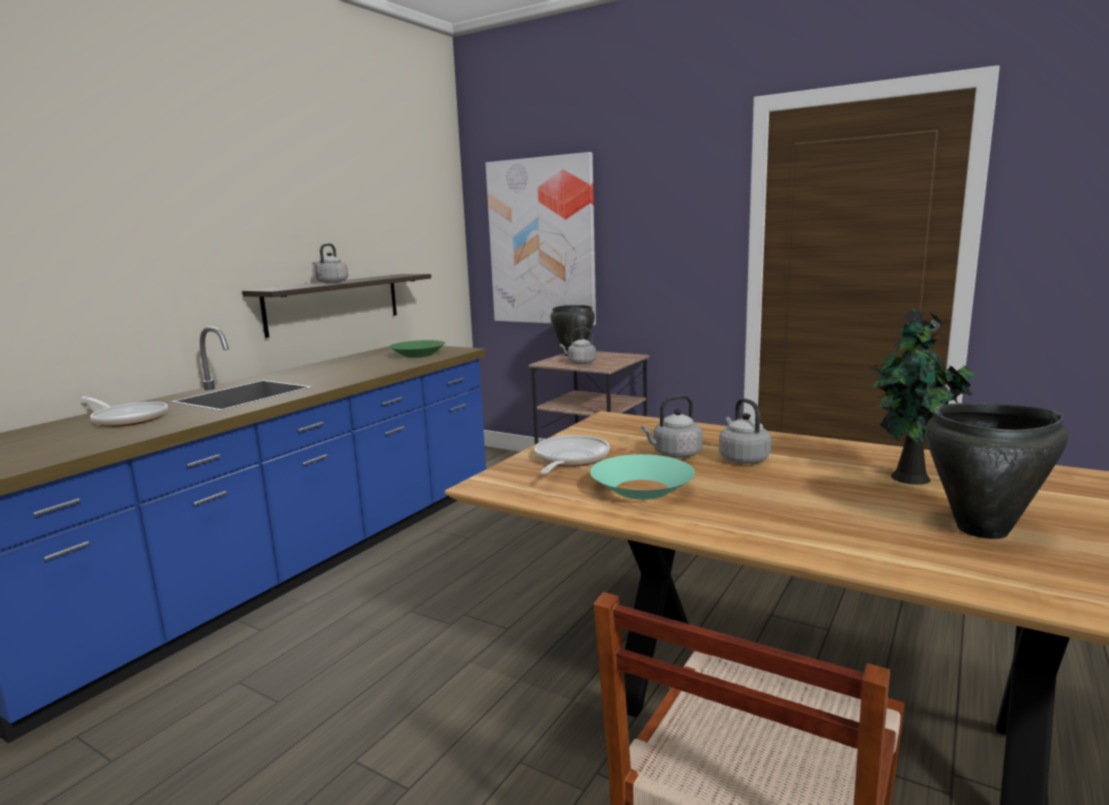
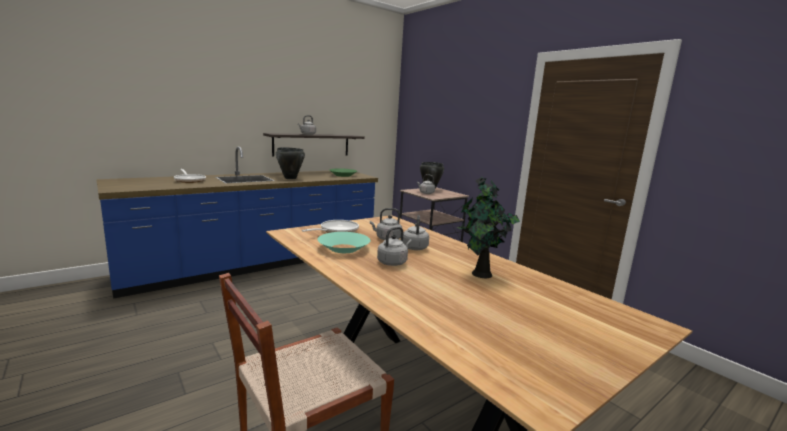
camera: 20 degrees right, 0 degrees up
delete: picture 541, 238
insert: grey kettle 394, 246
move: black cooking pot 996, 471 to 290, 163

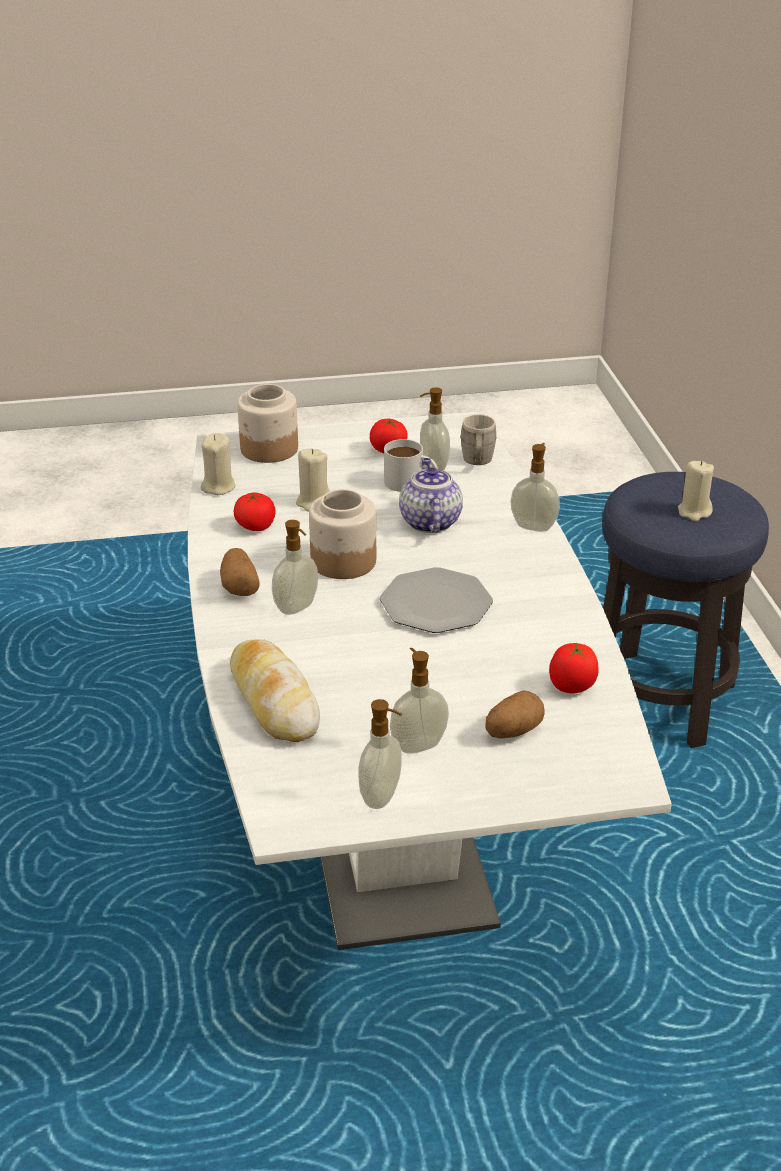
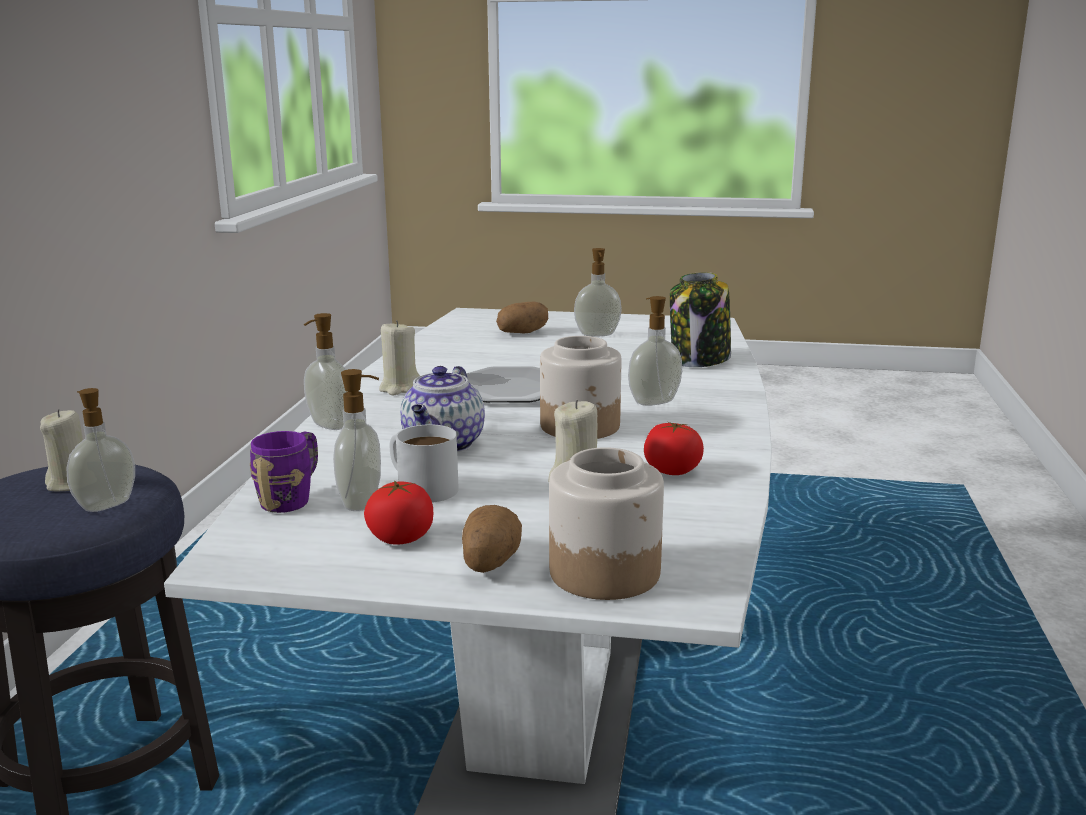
camera: 160 degrees left, 15 degrees down
delete: tomato 574, 668
move: beige candle 218, 464 to 399, 357; potato 240, 572 to 492, 539; soap dispenser 380, 754 to 100, 450
replace: bread 275, 690 to jar 700, 319
recolor: grey mug 478, 439 to purple mug 284, 472

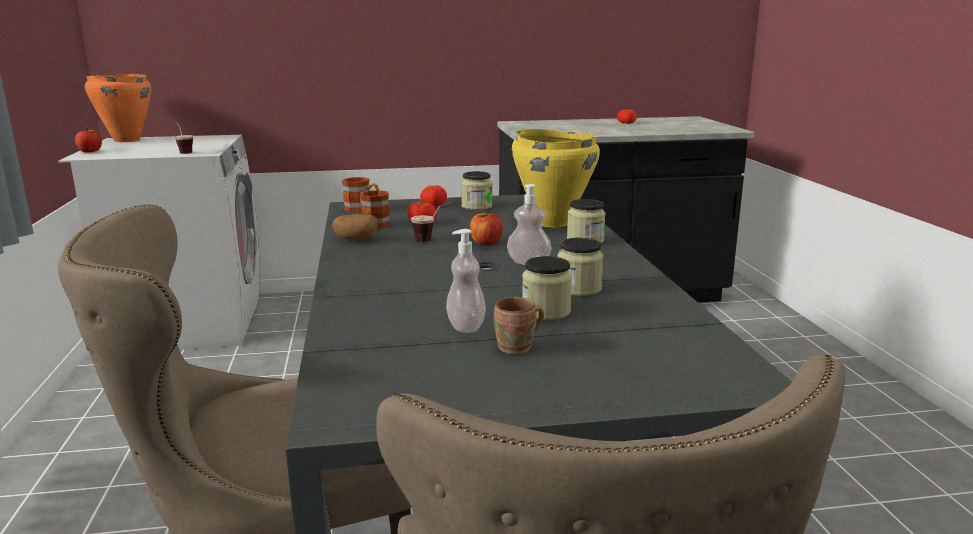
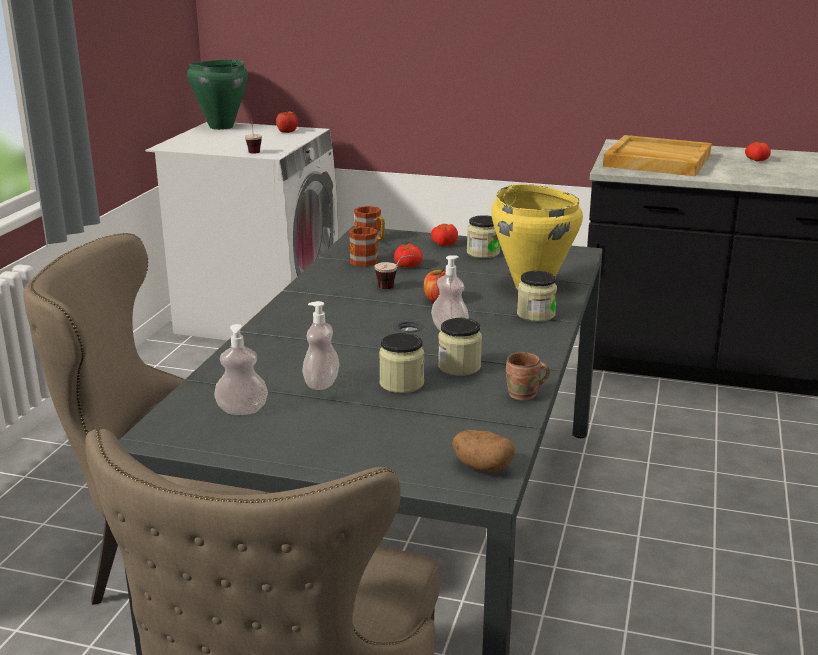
camera: 25 degrees right, 5 degrees up
insert: beige tray 657, 155; soap dispenser 241, 369
move: apple 88, 140 to 287, 121; potato 355, 227 to 484, 451; brown mug 519, 326 to 528, 376
recolor: orange cooking pot 118, 108 to green cooking pot 217, 94

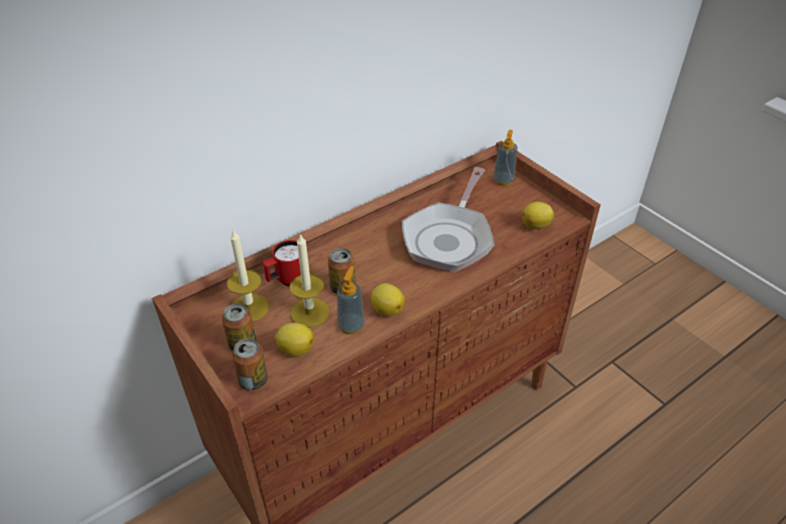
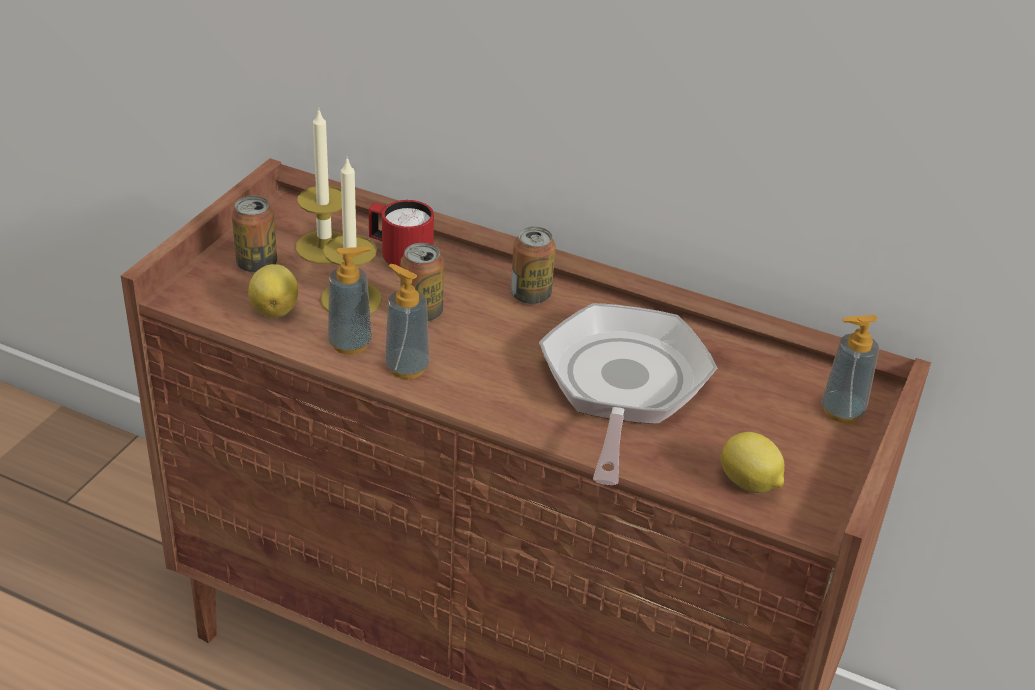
camera: 60 degrees right, 5 degrees down
move: can 250, 364 to 533, 265
replace: lemon 388, 299 to soap dispenser 407, 321
rotate: frying pan 448, 219 = 628, 394 105 degrees clockwise

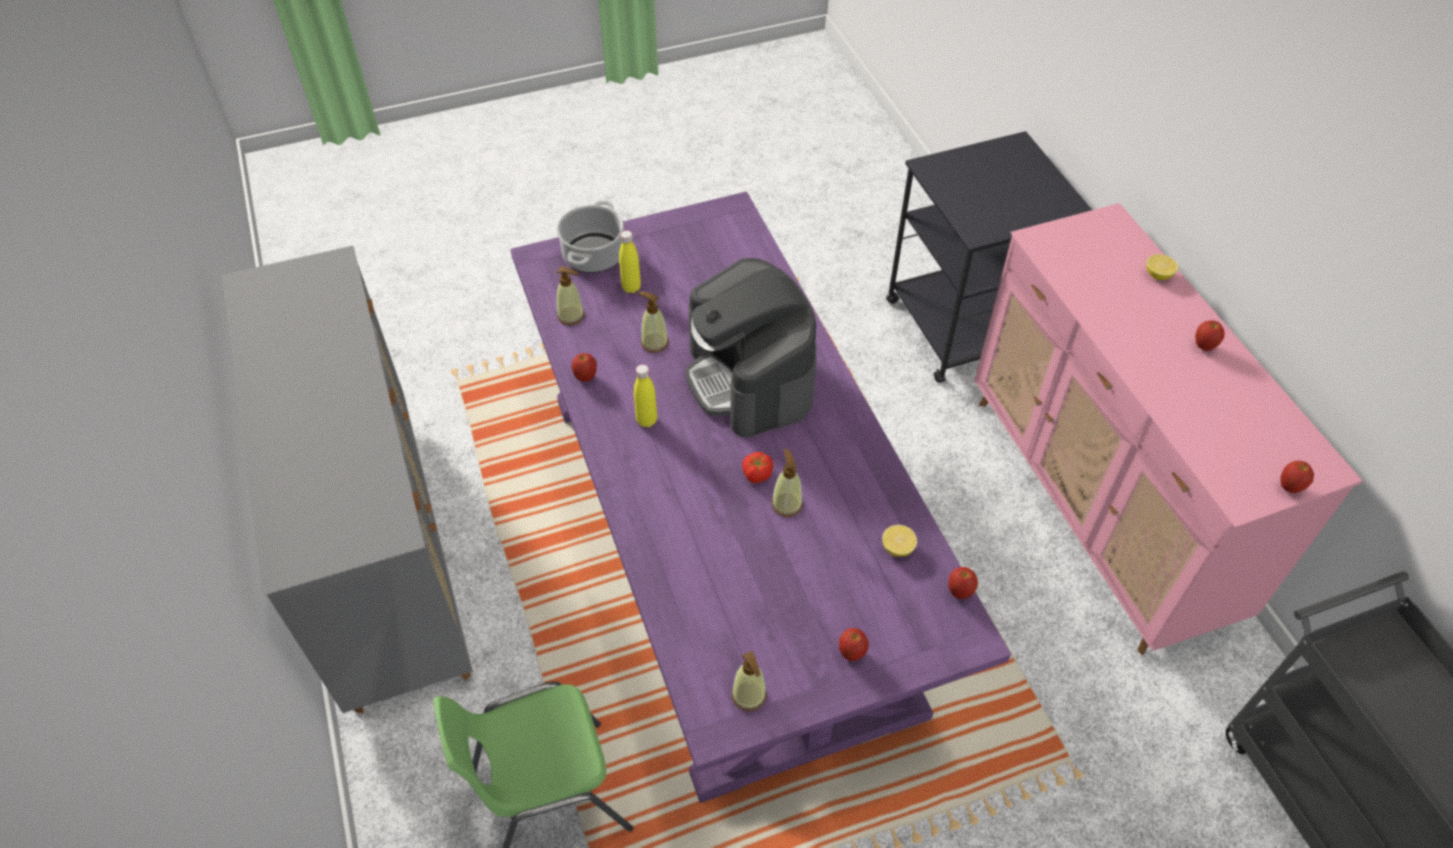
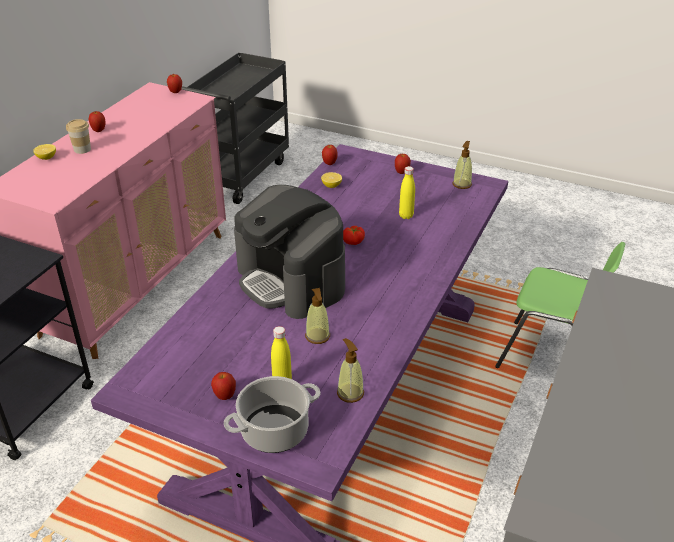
camera: 135 degrees left, 15 degrees down
delete: soap dispenser 787, 483
insert: cup 78, 136
move: apple 584, 367 to 223, 386; yellow bottle 645, 396 to 407, 192
rotate: coffee machine 750, 348 = 289, 252 120 degrees clockwise

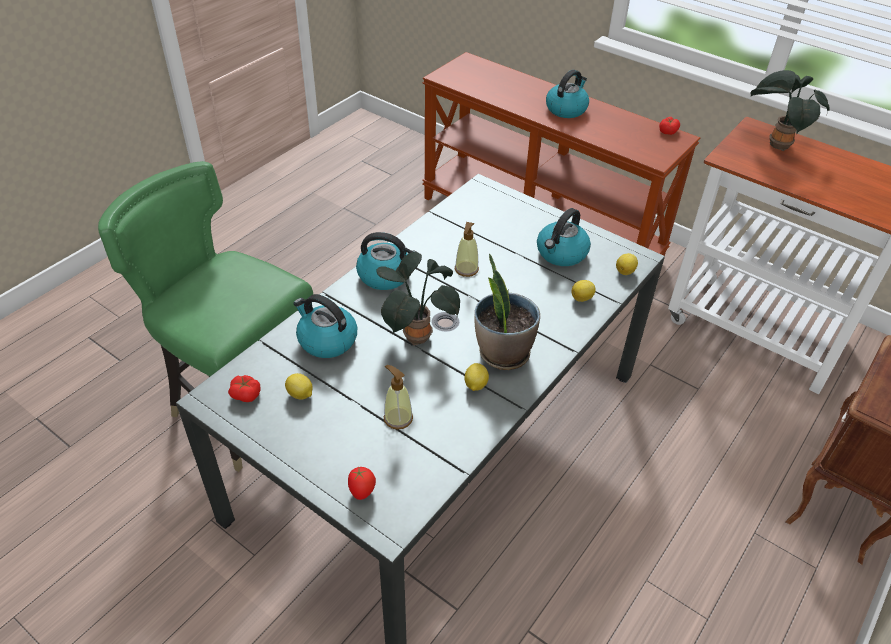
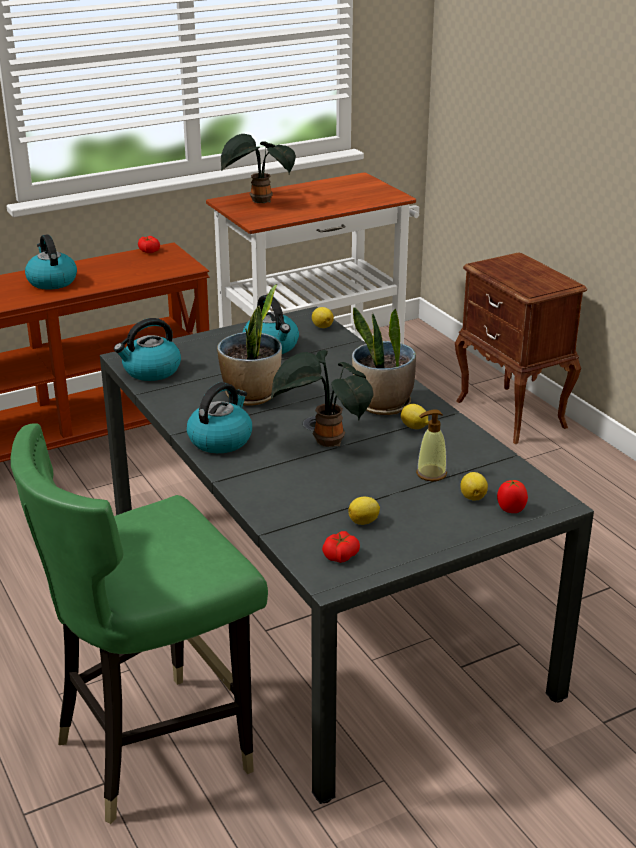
camera: 65 degrees left, 15 degrees down
move: lemon 584, 291 to 474, 486; kettle 325, 326 to 147, 349
replace: soap dispenser 467, 249 to potted plant 249, 345

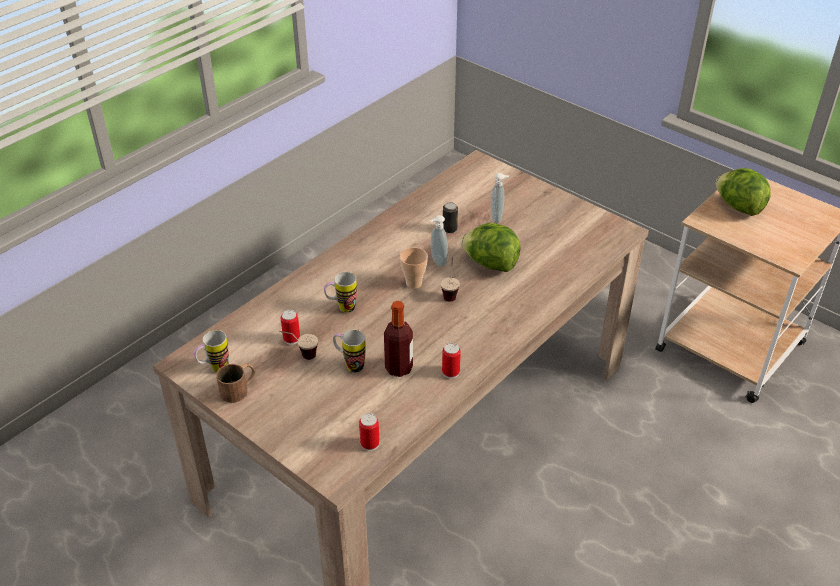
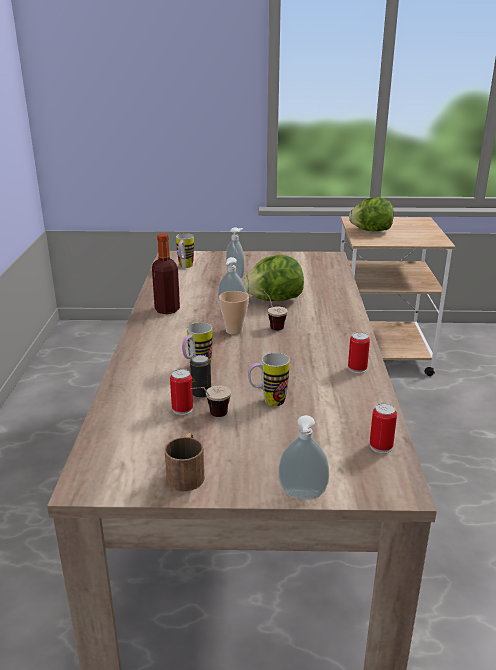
camera: 40 degrees left, 15 degrees down
insert: soap dispenser 303, 457
move: can 450, 217 to 200, 376; bottle 398, 339 to 166, 273; mug 211, 351 to 185, 250

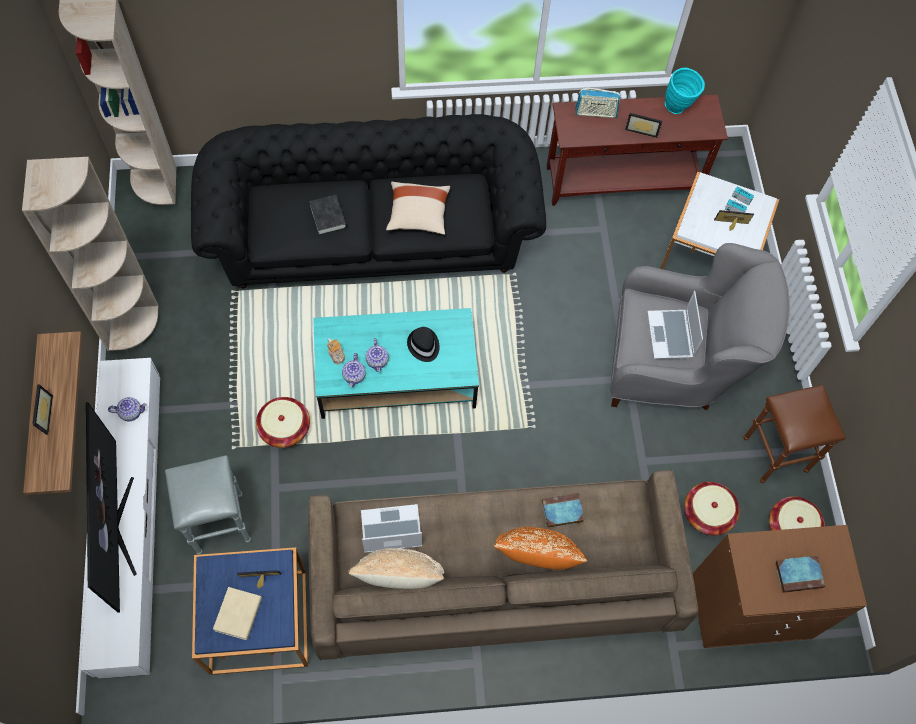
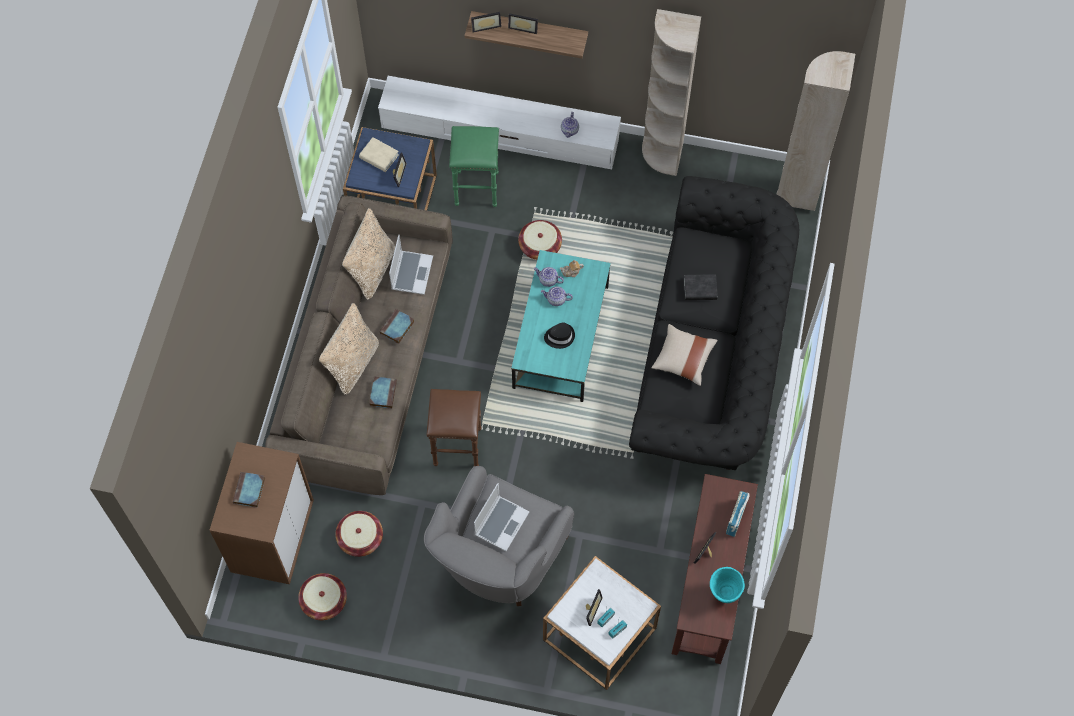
camera: 110 degrees right, 0 degrees up
delete: television 111, 507
insert: picture frame 486, 22; book 396, 326
move: brown stool 794, 434 to 454, 427
recolor: grey stool 208, 505 to green stool 474, 166; orange pillow 541, 548 to beige pillow 349, 348
rotate: laptop 675, 325 = 502, 517 105 degrees clockwise

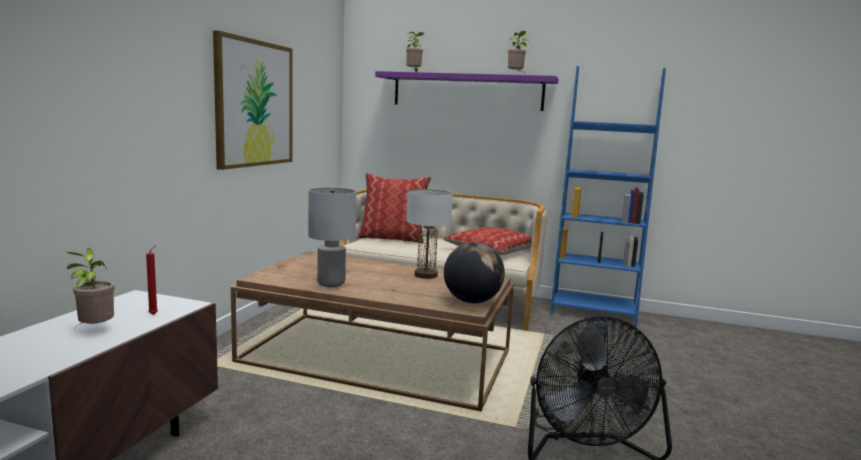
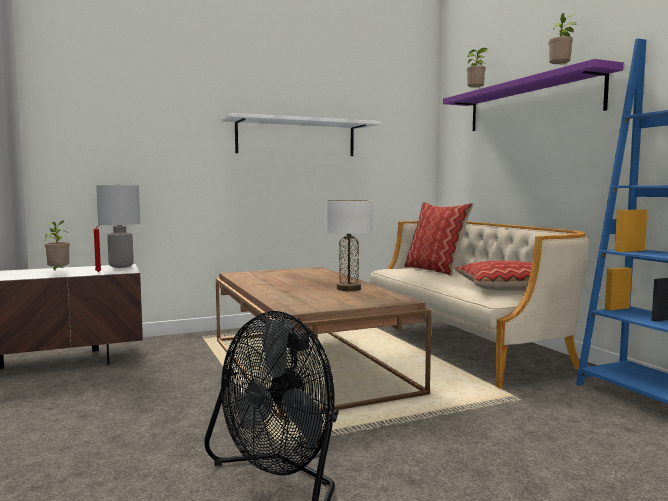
camera: 50 degrees right, 5 degrees down
delete: globe 474, 272
move: grey table lamp 332, 237 to 118, 226
replace: picture 252, 100 to white shelf 301, 134

